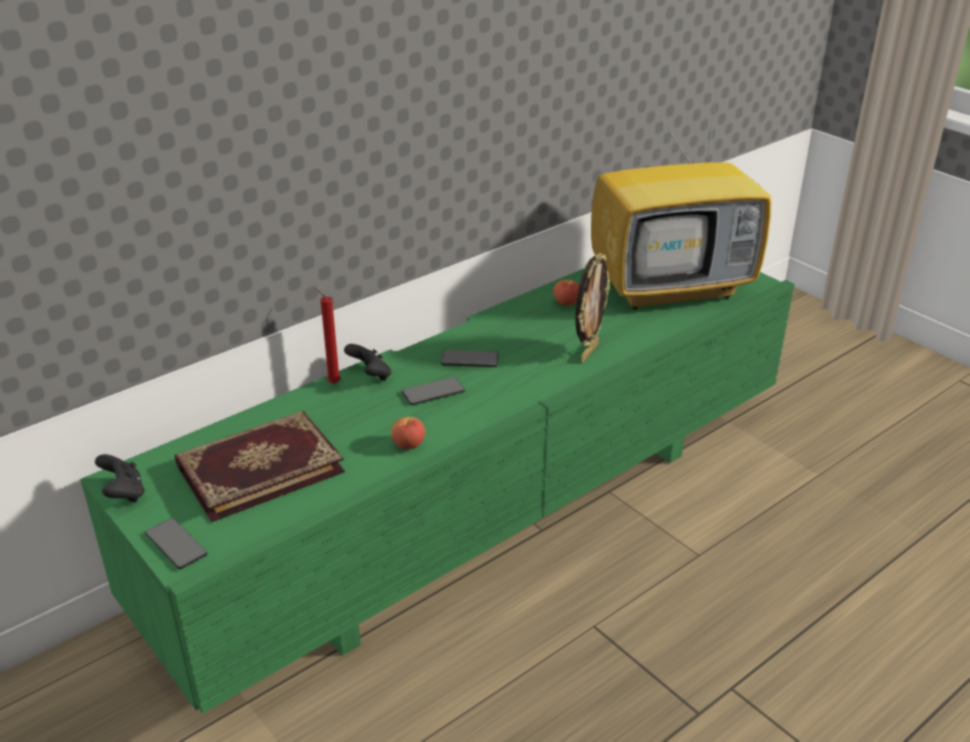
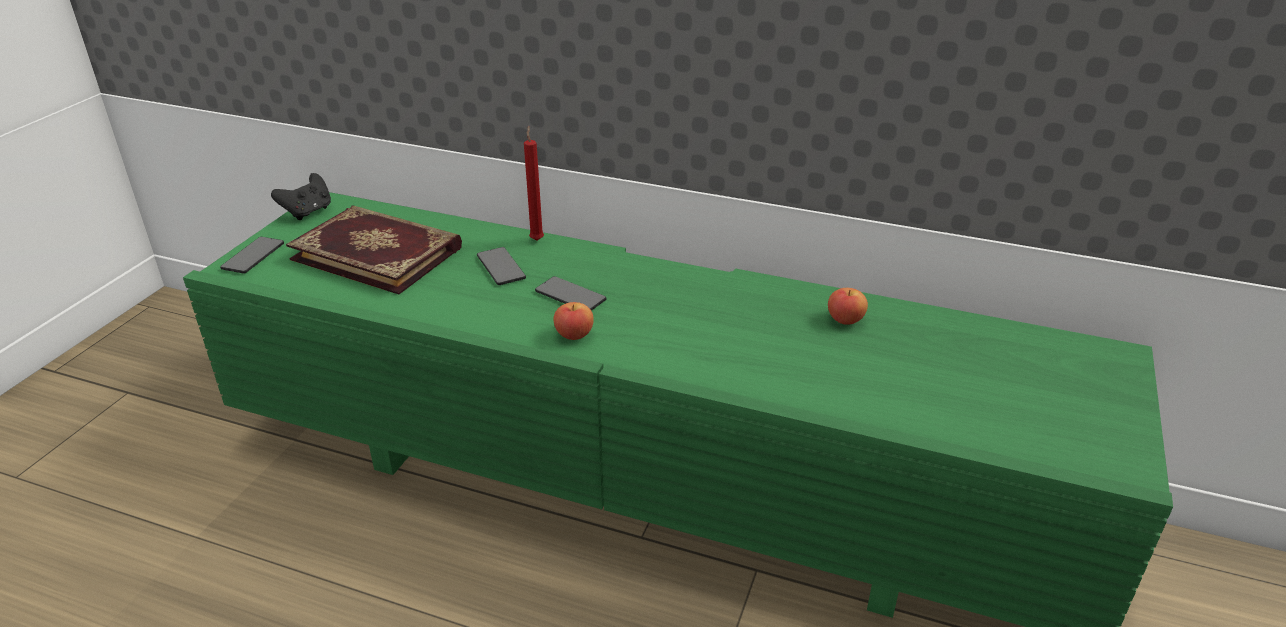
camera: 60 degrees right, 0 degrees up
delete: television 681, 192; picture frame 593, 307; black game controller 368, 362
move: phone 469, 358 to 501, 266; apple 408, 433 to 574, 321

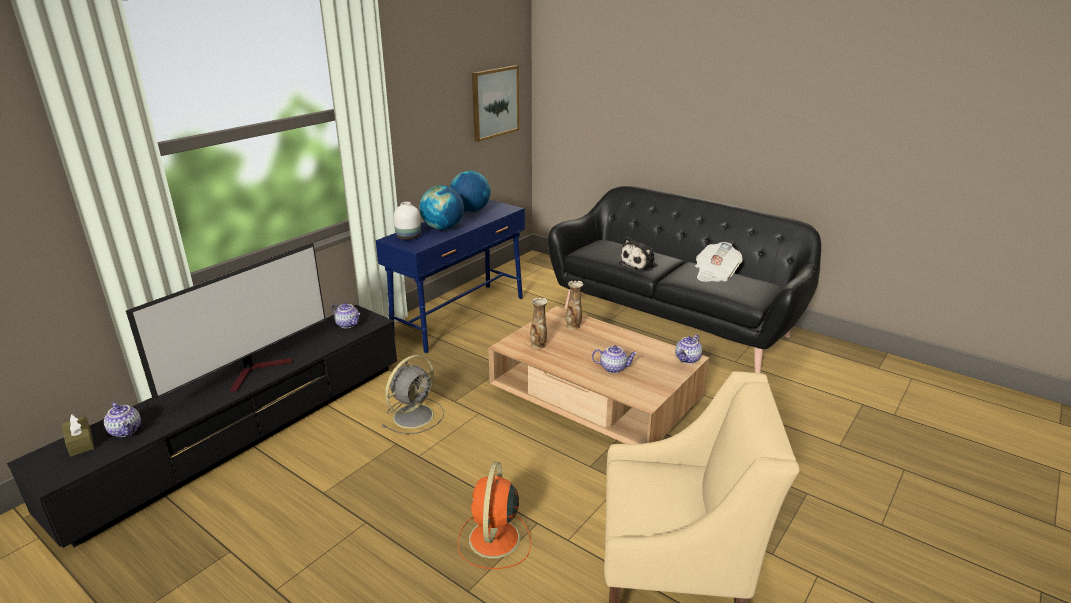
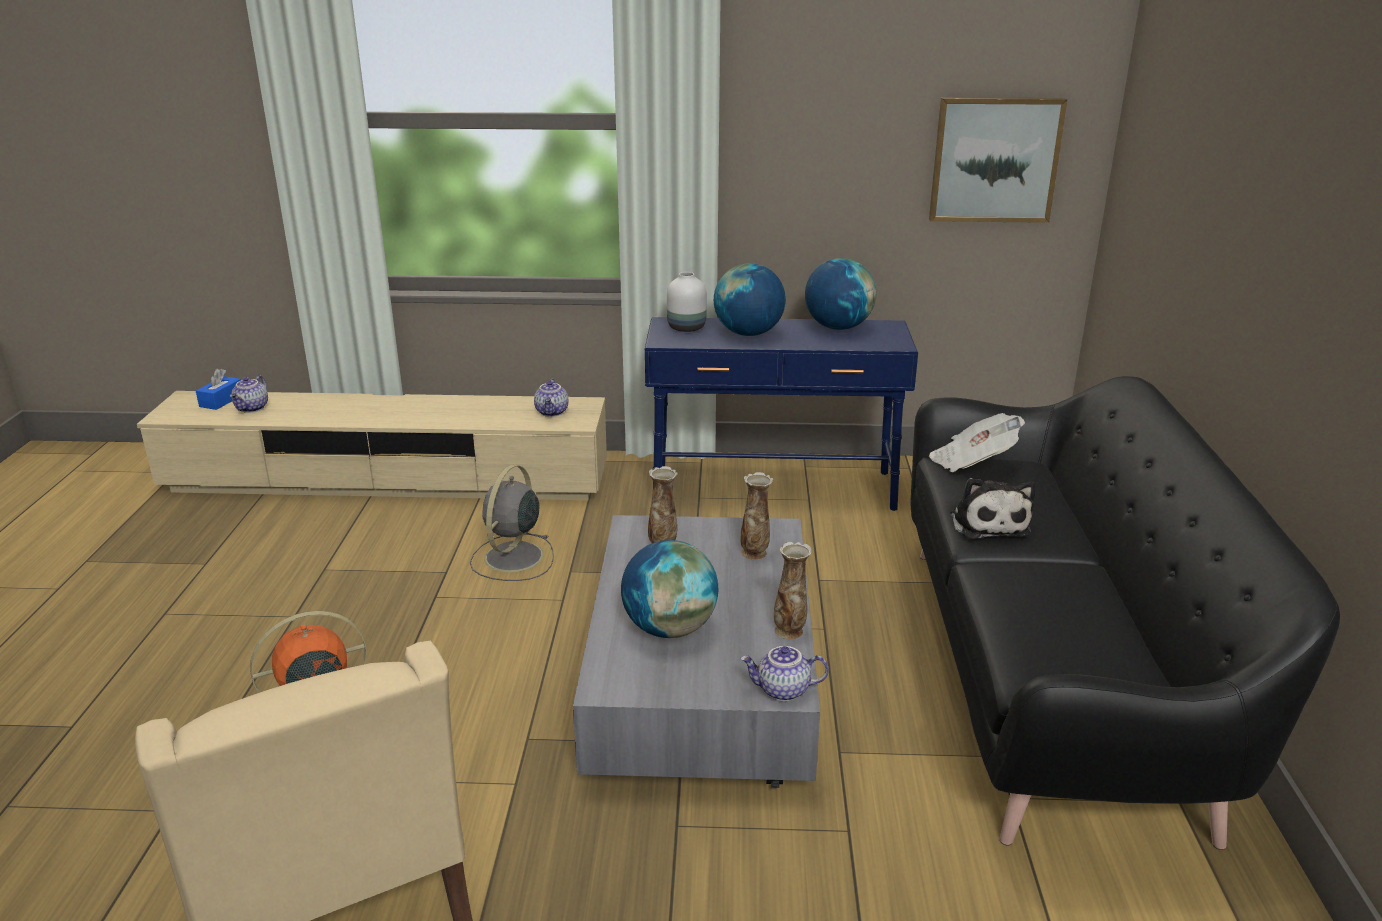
camera: 55 degrees right, 0 degrees up
delete: television 225, 320
insert: vase 793, 590
move: newspaper 719, 262 to 977, 442
replace: teapot 614, 359 to globe 669, 589
recolor: black tv stand 202, 426 to beige tv stand 372, 445; brown coffee table 598, 375 to grey coffee table 696, 651; brown tissue box 78, 435 to blue tissue box 218, 389
rotate: plush toy 638, 254 = 993, 508 105 degrees counterclockwise; grey fan 412, 394 = 512, 523 105 degrees clockwise

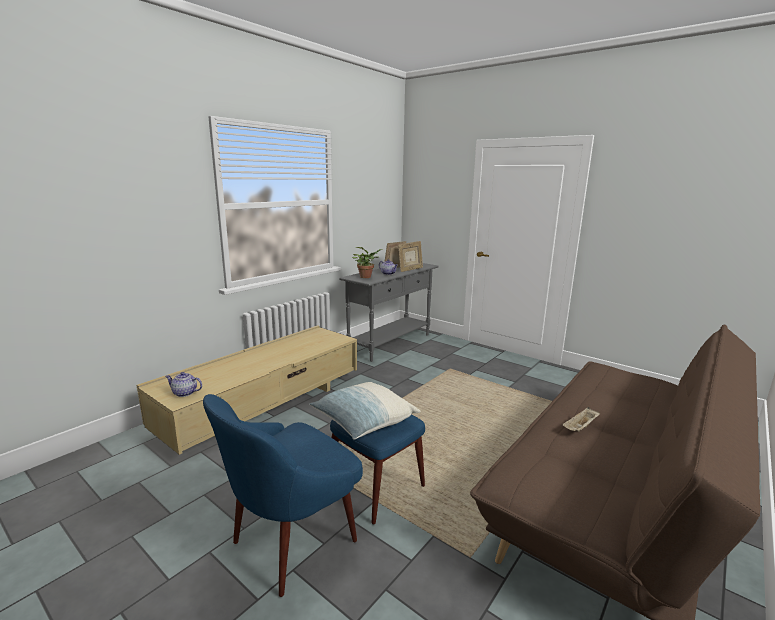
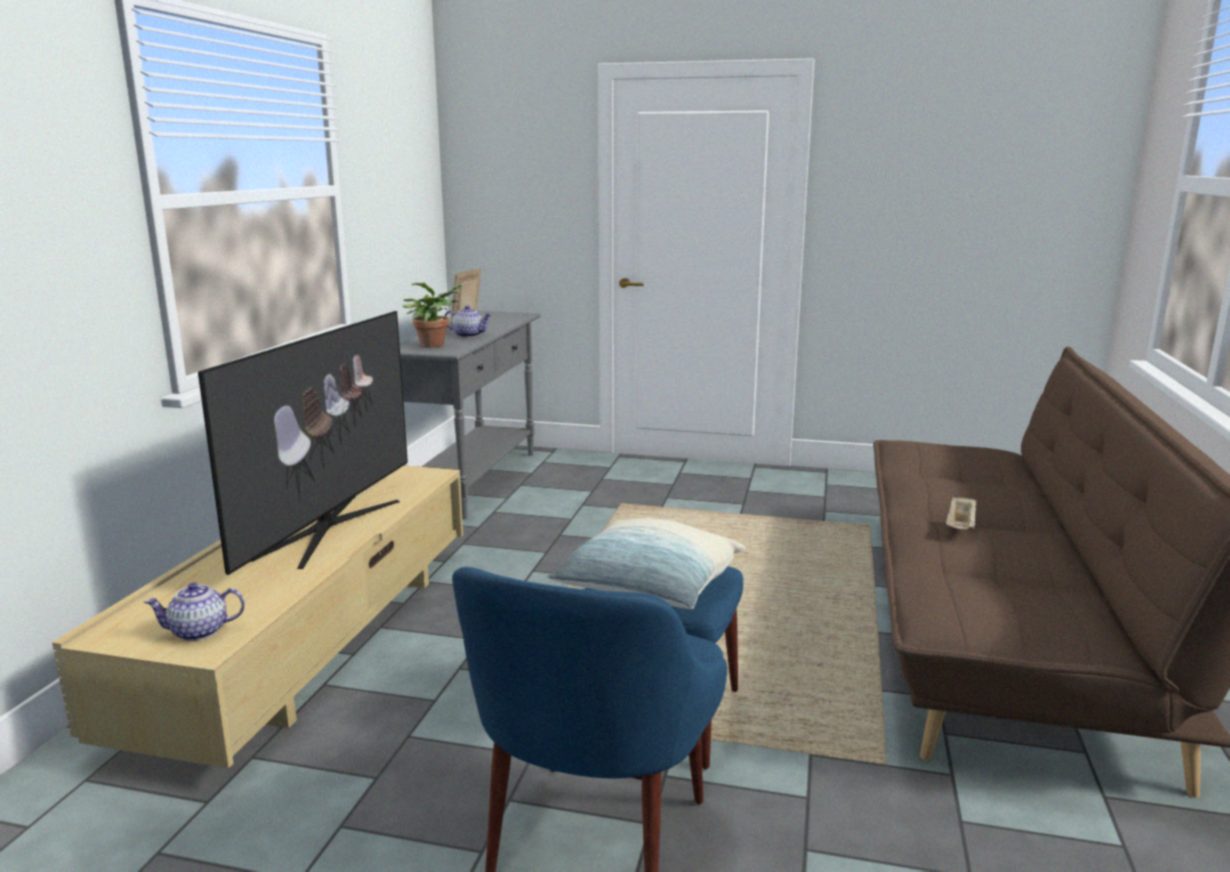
camera: 25 degrees left, 0 degrees up
delete: picture frame 410, 256
insert: television 303, 443

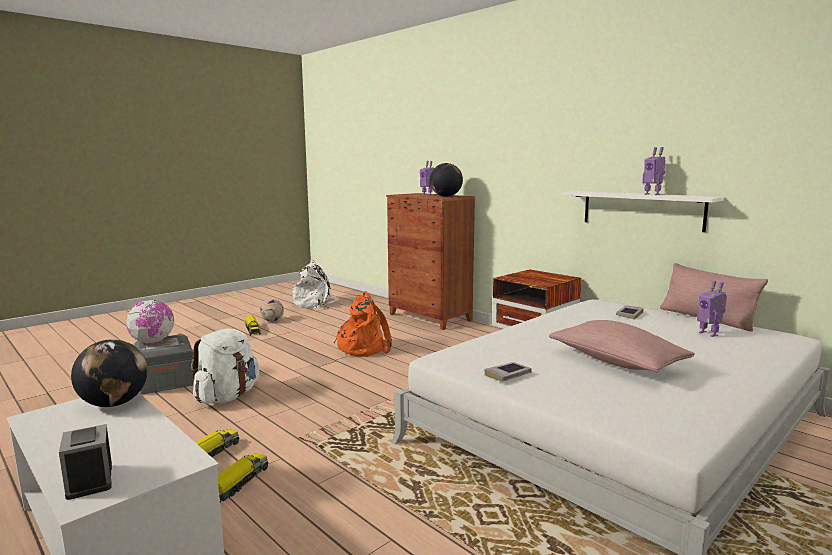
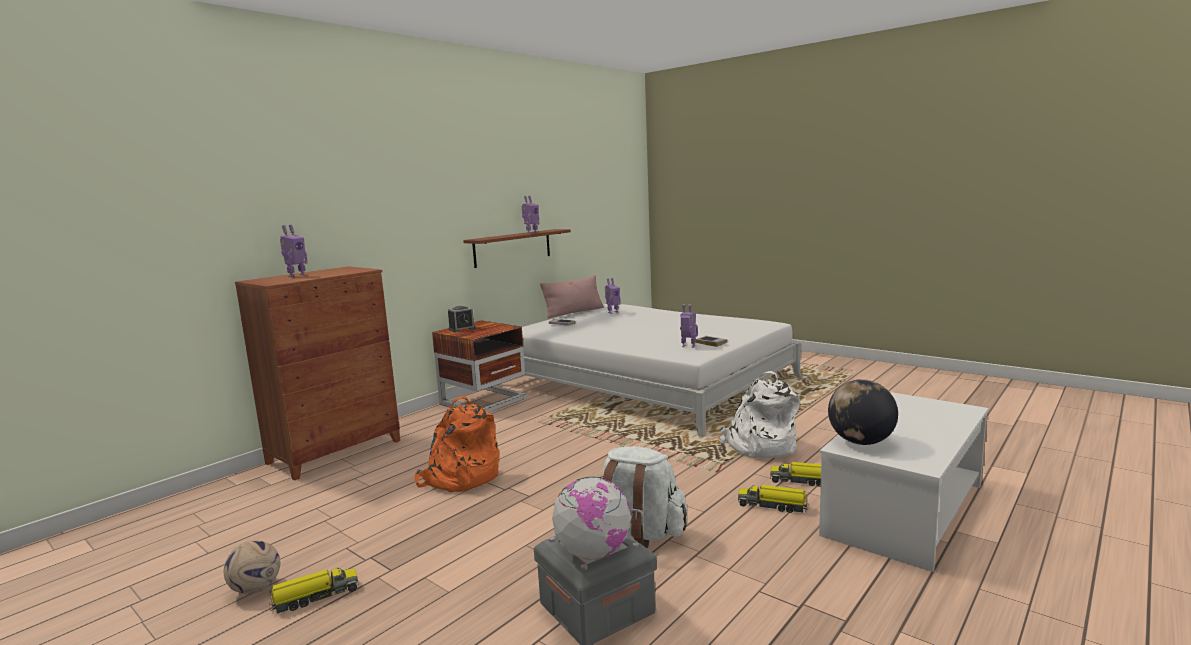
camera: 95 degrees left, 0 degrees up
delete: globe 446, 180; pink pillow 622, 346
insert: toy robot 689, 326
move: white backpack 317, 284 to 760, 414; alarm clock 85, 462 to 462, 319
recolor: white shelf 643, 211 to brown shelf 517, 248

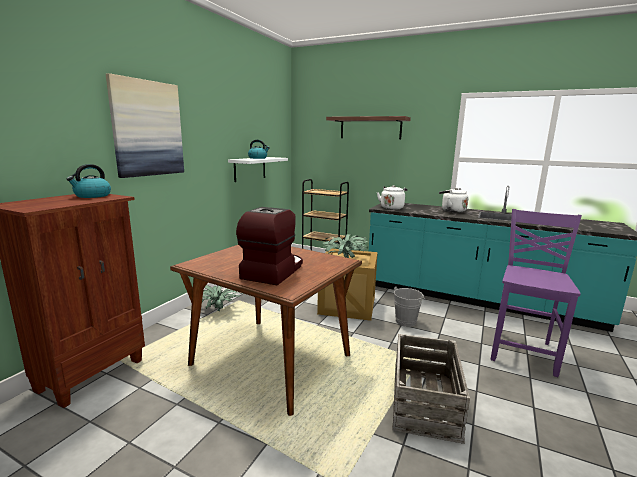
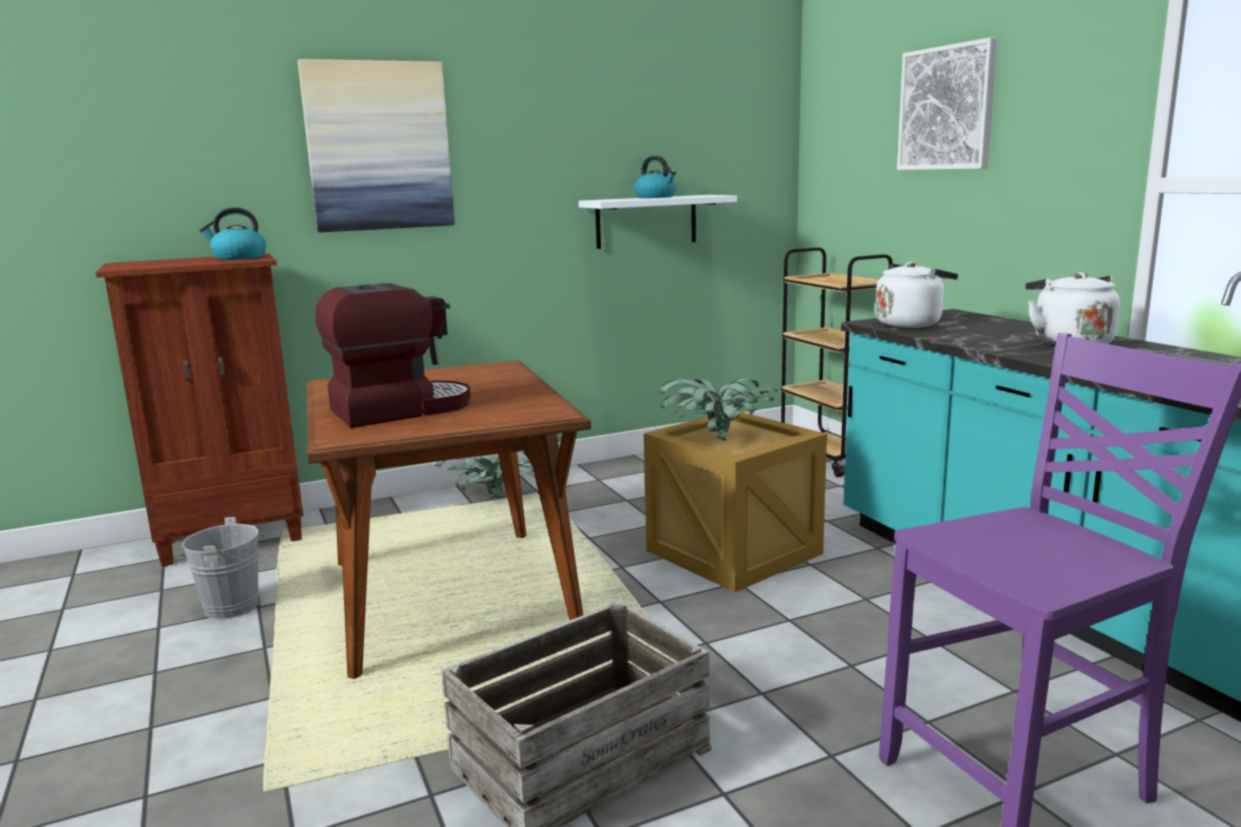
camera: 40 degrees right, 0 degrees up
move: grey bucket 410, 307 to 228, 568
replace: shelf 368, 127 to picture 947, 103

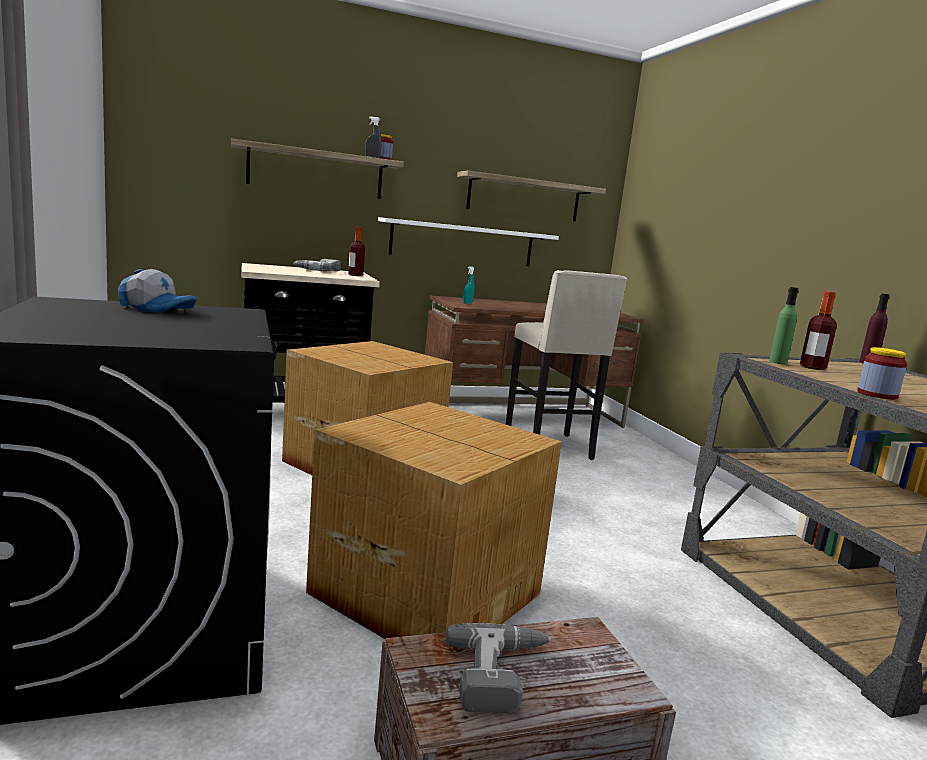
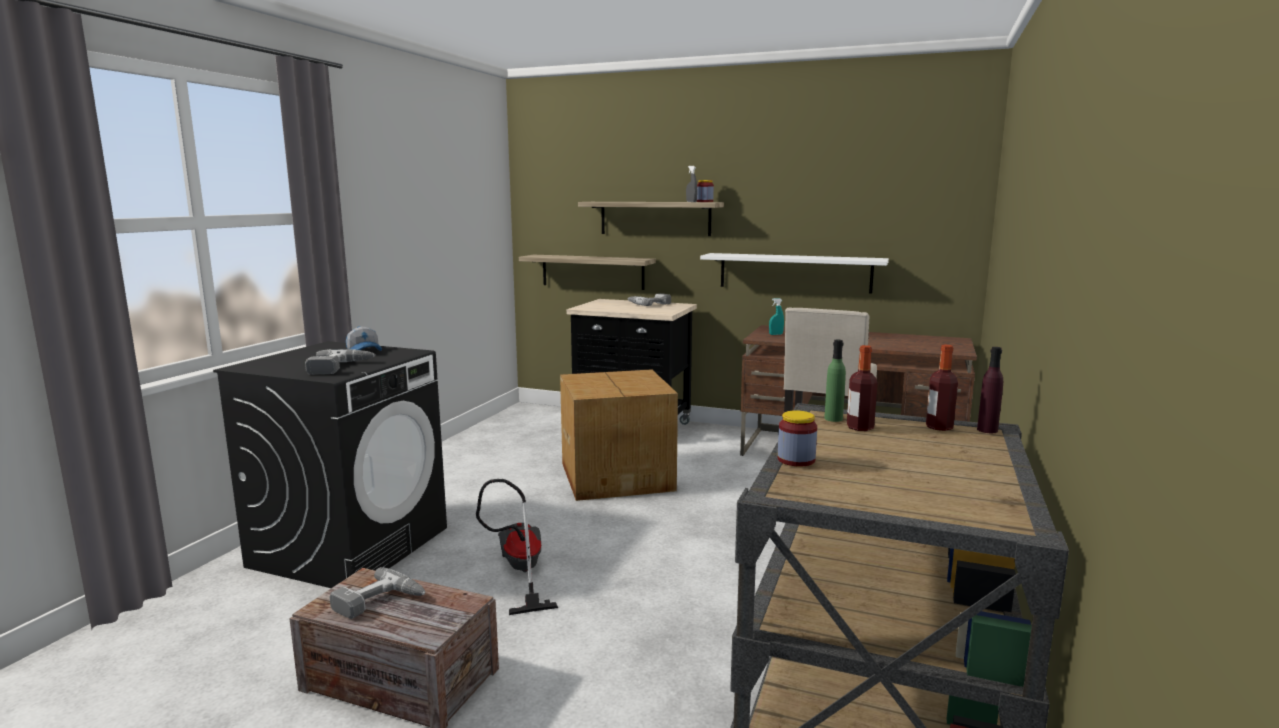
camera: 40 degrees right, 0 degrees up
insert: power drill 340, 362
move: shelf 531, 195 to 587, 272; bottle 356, 251 to 942, 388
replace: cardboard box 434, 521 to vacuum cleaner 517, 547

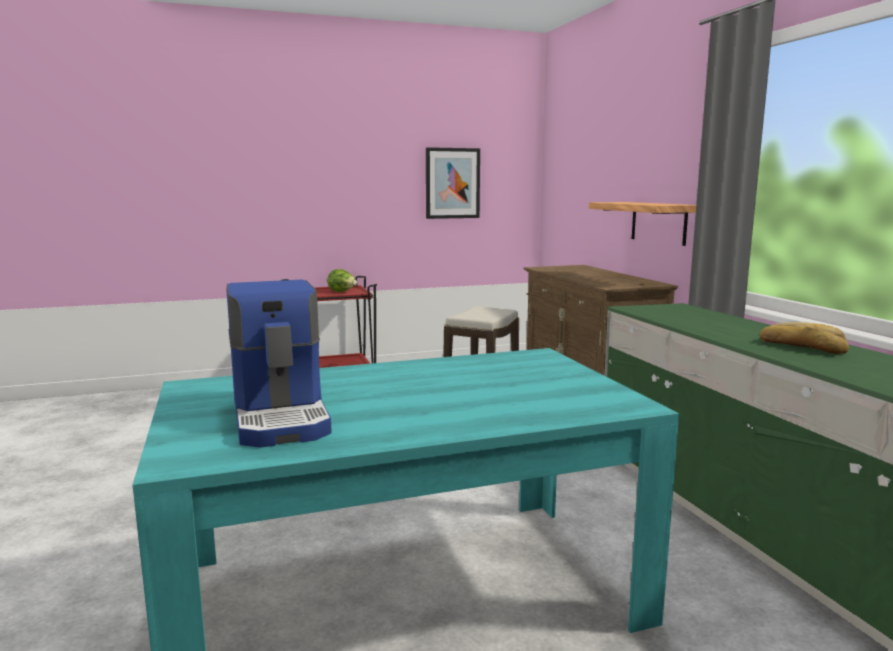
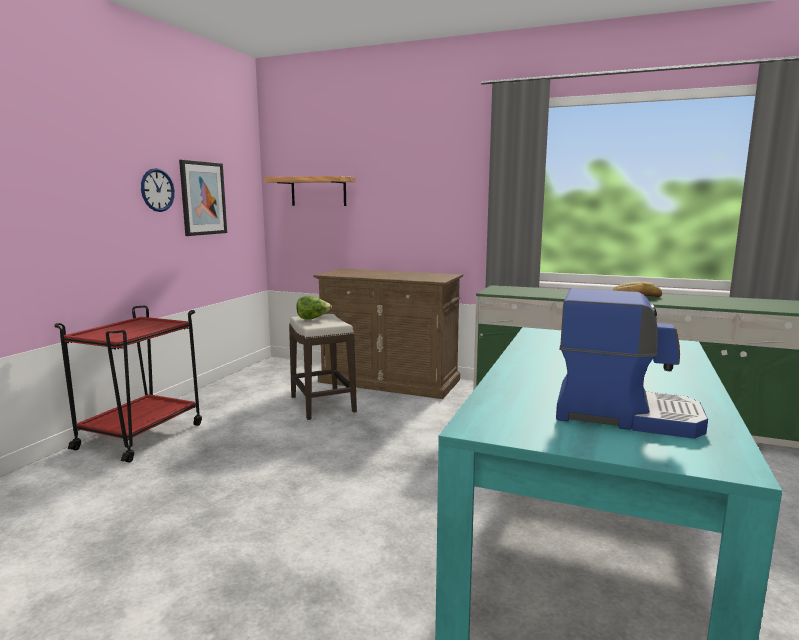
camera: 50 degrees left, 0 degrees up
insert: wall clock 158, 190
move: shelf 642, 224 to 309, 191; lettuce 342, 280 to 314, 308

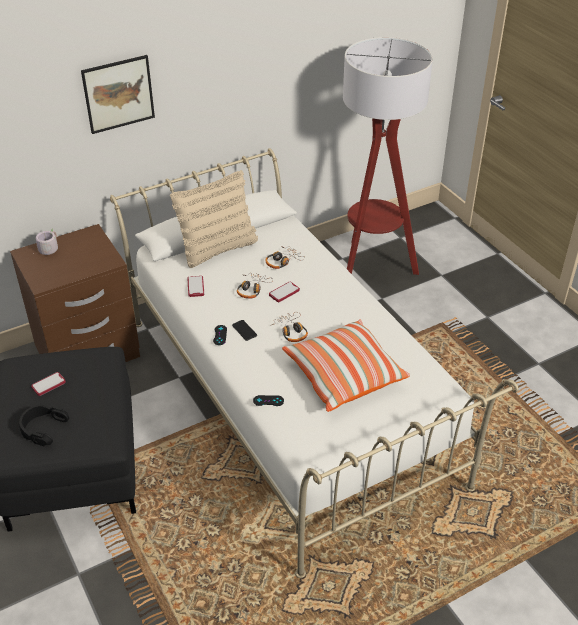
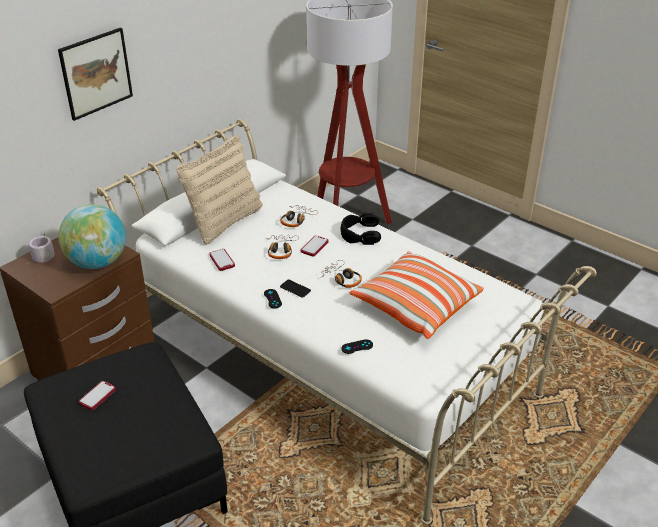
camera: 20 degrees left, 5 degrees down
insert: globe 92, 236
move: black headphones 44, 425 to 361, 229

